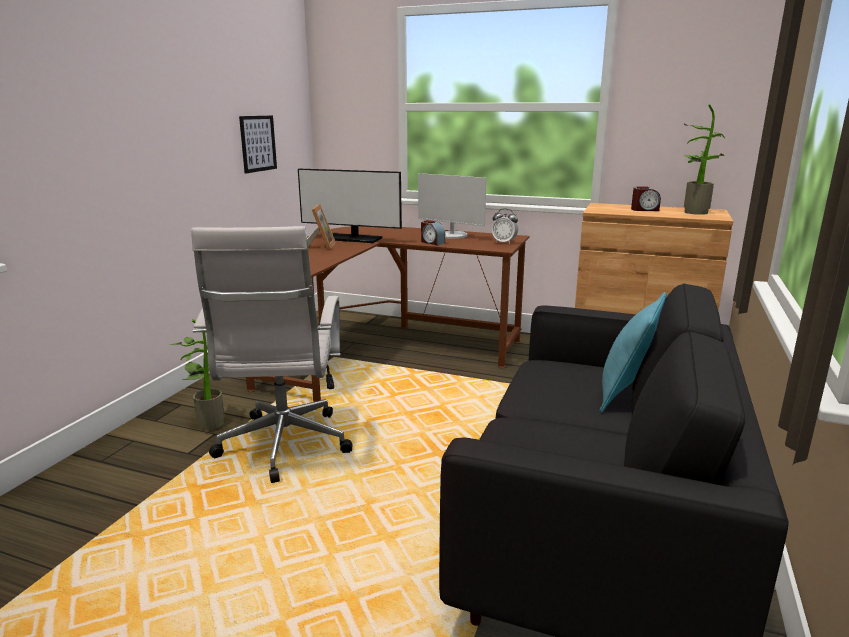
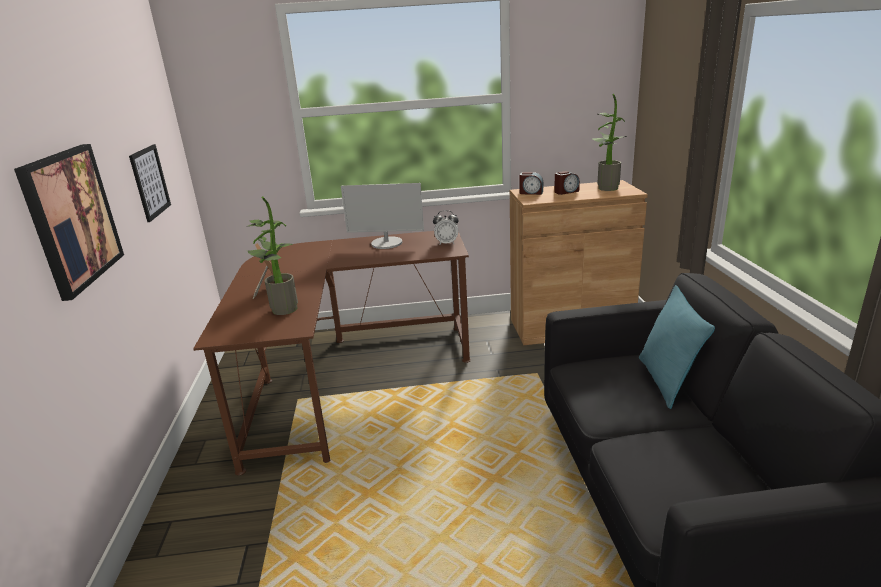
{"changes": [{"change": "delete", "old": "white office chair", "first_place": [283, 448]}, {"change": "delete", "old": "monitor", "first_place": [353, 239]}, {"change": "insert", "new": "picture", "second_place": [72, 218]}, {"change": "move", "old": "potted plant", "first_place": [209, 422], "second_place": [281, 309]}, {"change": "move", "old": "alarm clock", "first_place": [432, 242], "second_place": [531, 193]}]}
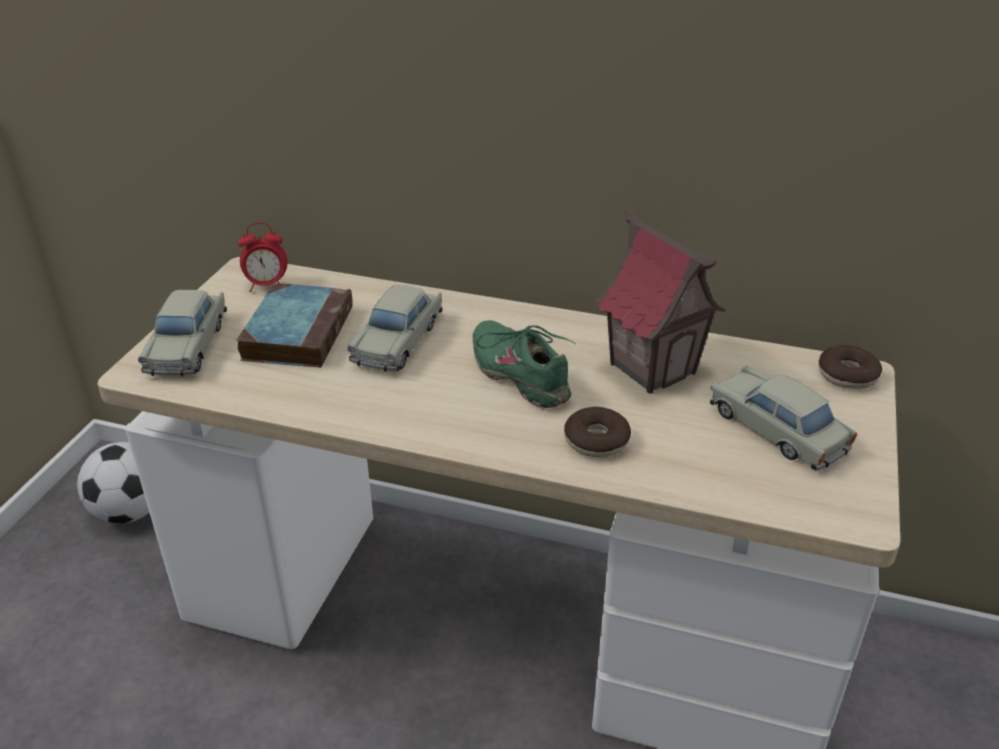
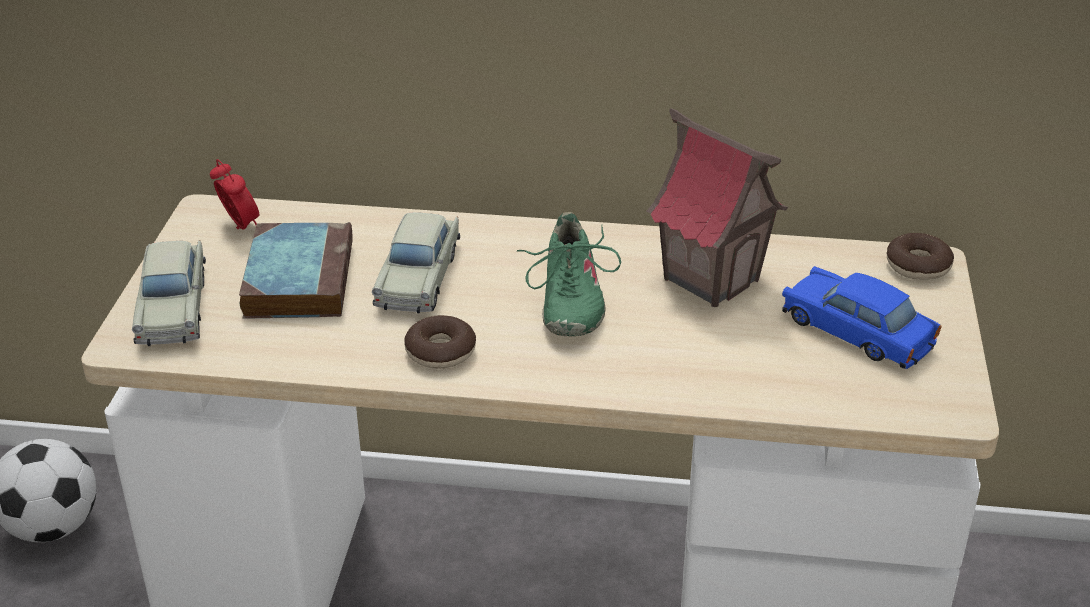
{"changes": [{"change": "move", "old": "donut", "first_place": [596, 441], "second_place": [440, 352]}, {"change": "recolor", "old": "beige toy car", "new": "blue toy car", "first_place": [776, 430], "second_place": [856, 332]}, {"change": "rotate", "old": "alarm clock", "first_place": [267, 286], "second_place": [240, 227], "degrees": -105}, {"change": "rotate", "old": "green shoe", "first_place": [520, 374], "second_place": [568, 301], "degrees": -135}]}
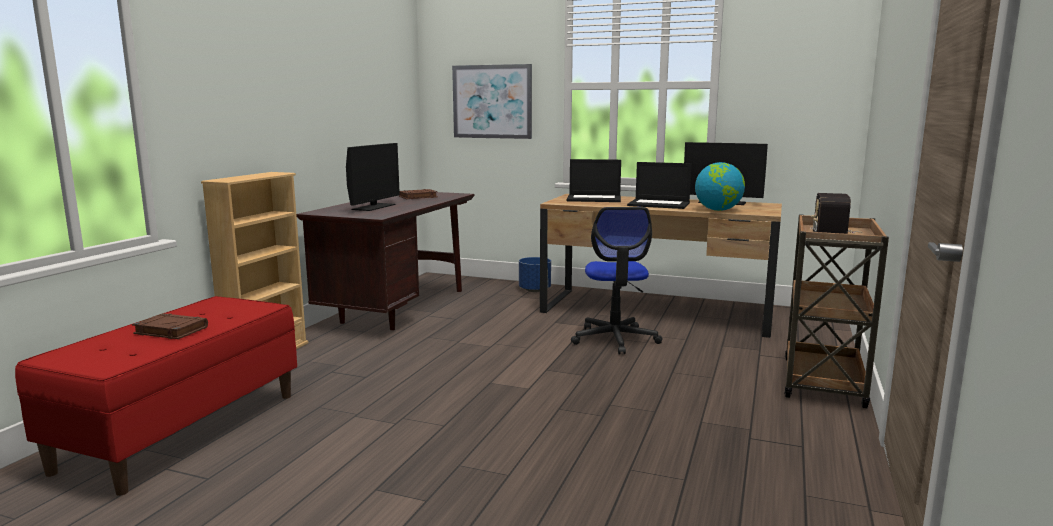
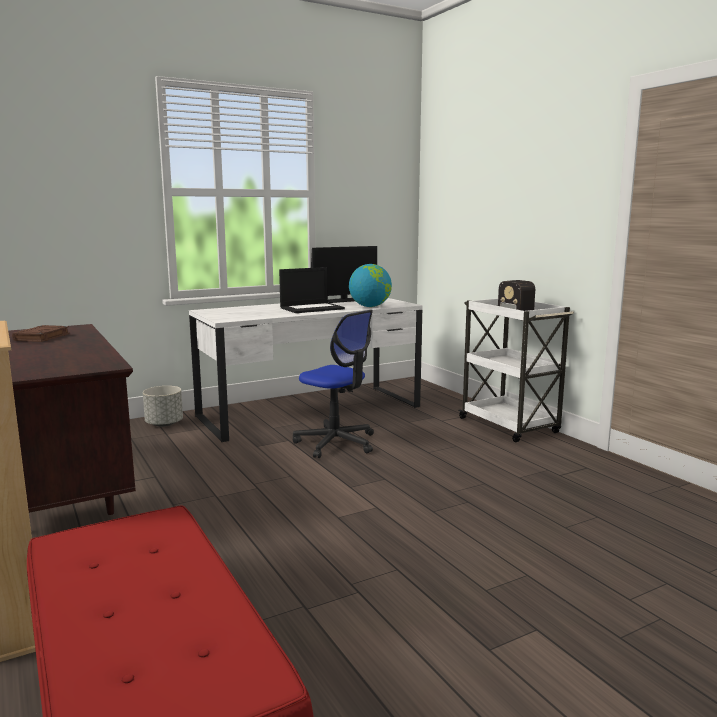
{"changes": [{"change": "delete", "old": "brown book", "first_place": [170, 330]}, {"change": "delete", "old": "monitor", "first_place": [374, 207]}, {"change": "delete", "old": "picture", "first_place": [492, 101]}, {"change": "delete", "old": "laptop", "first_place": [594, 199]}, {"change": "recolor", "old": "blue planter", "new": "grey planter", "first_place": [535, 290], "second_place": [164, 424]}, {"change": "recolor", "old": "brown desk", "new": "white desk", "first_place": [656, 312], "second_place": [310, 411]}, {"change": "recolor", "old": "brown cart", "new": "white cart", "first_place": [823, 383], "second_place": [509, 426]}]}
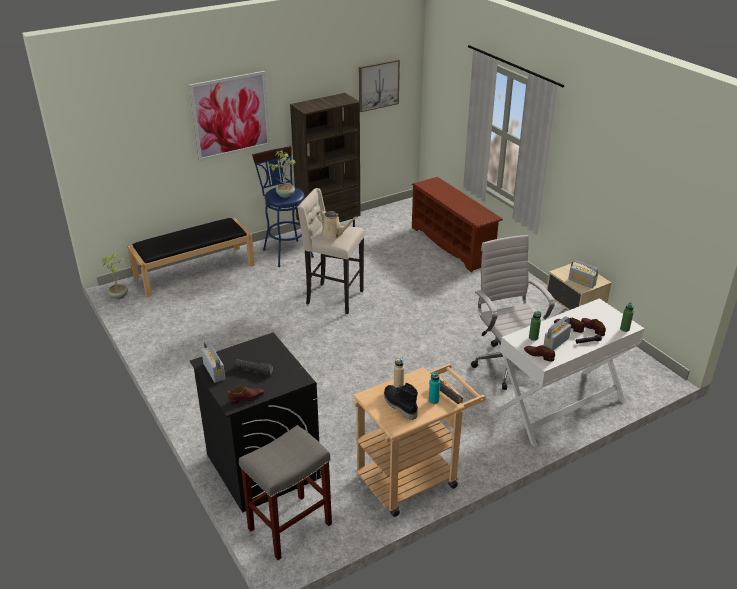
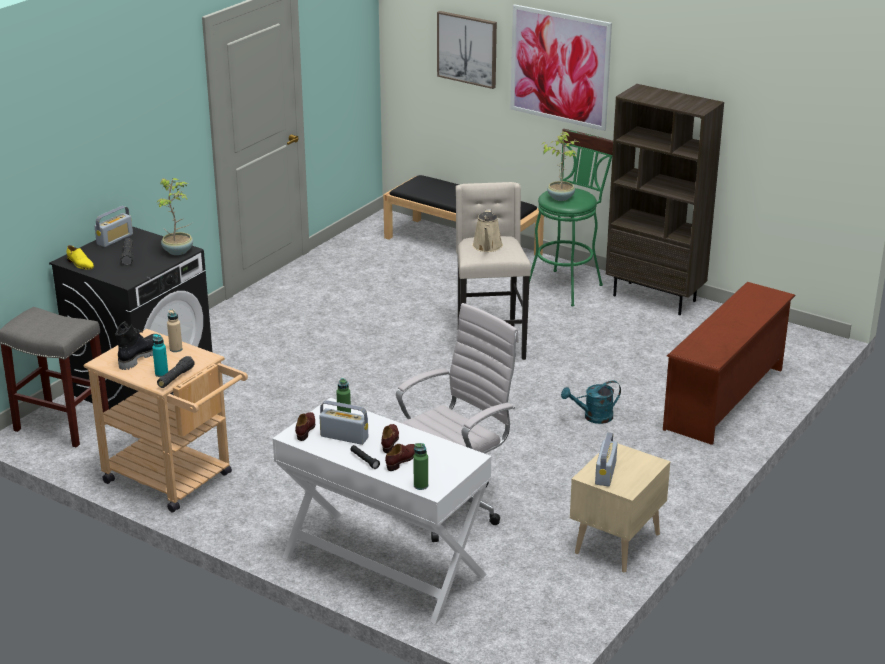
{"changes": [{"change": "insert", "new": "turquoise watering can", "second_place": [593, 417]}, {"change": "move", "old": "potted plant", "first_place": [119, 296], "second_place": [179, 251]}, {"change": "move", "old": "picture", "first_place": [378, 85], "second_place": [467, 49]}, {"change": "recolor", "old": "brown shoe", "new": "yellow shoe", "first_place": [247, 398], "second_place": [80, 264]}, {"change": "recolor", "old": "blue stool", "new": "green stool", "first_place": [286, 251], "second_place": [567, 285]}]}
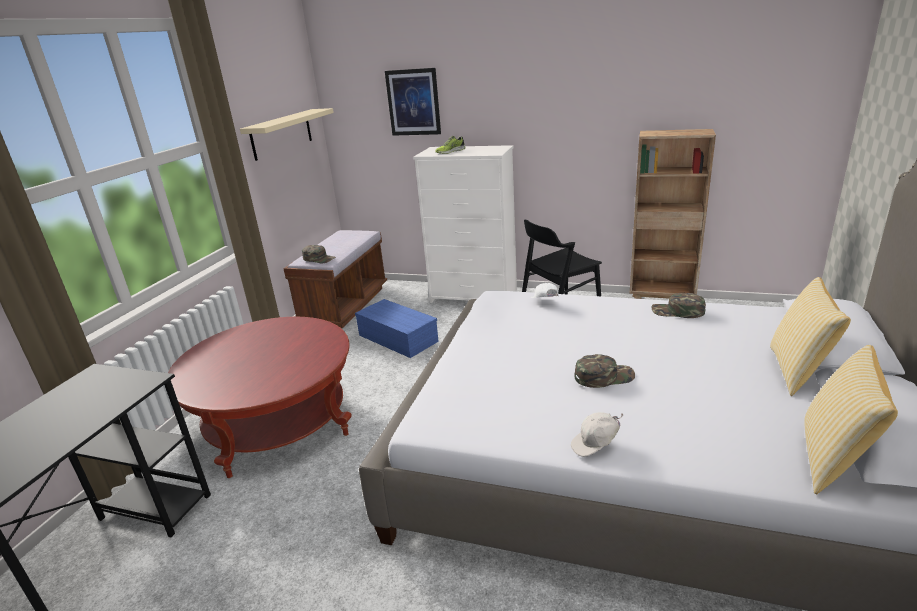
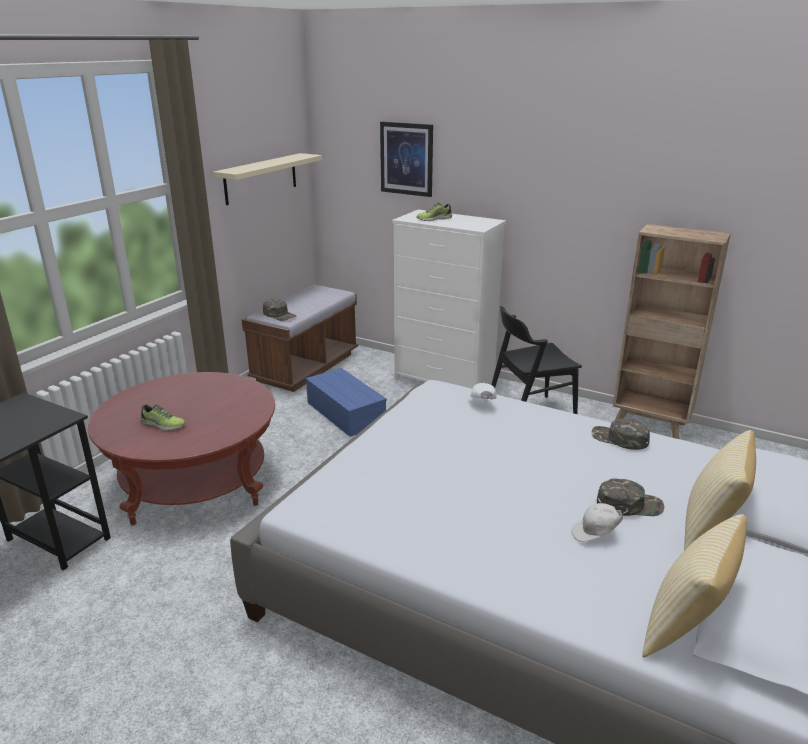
{"changes": [{"change": "insert", "new": "shoe", "second_place": [162, 425]}, {"change": "move", "old": "white cap", "first_place": [596, 445], "second_place": [596, 534]}, {"change": "move", "old": "green cap", "first_place": [603, 376], "second_place": [629, 504]}]}
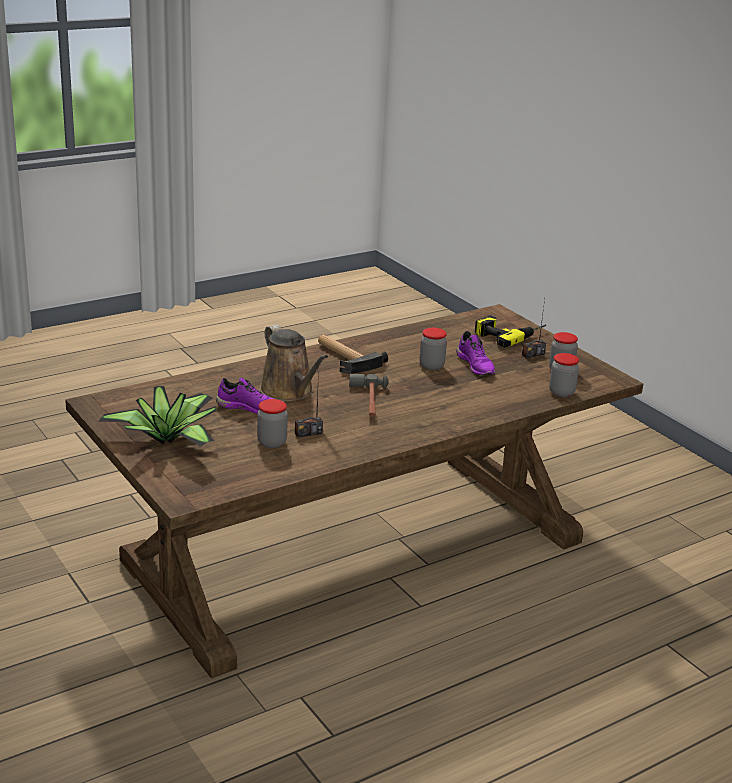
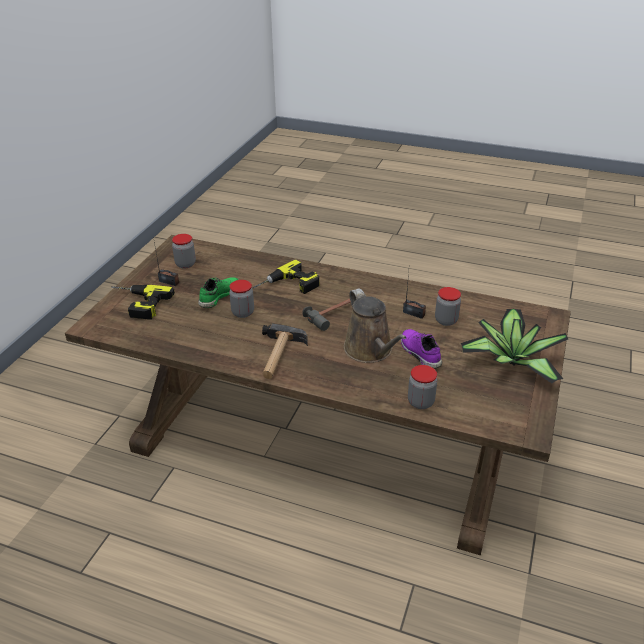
{"changes": [{"change": "insert", "new": "power drill", "second_place": [287, 286]}, {"change": "move", "old": "jar", "first_place": [561, 392], "second_place": [420, 402]}, {"change": "recolor", "old": "purple shoe", "new": "green shoe", "first_place": [476, 365], "second_place": [218, 296]}, {"change": "rotate", "old": "brown watering can", "first_place": [289, 391], "second_place": [370, 350], "degrees": 135}]}
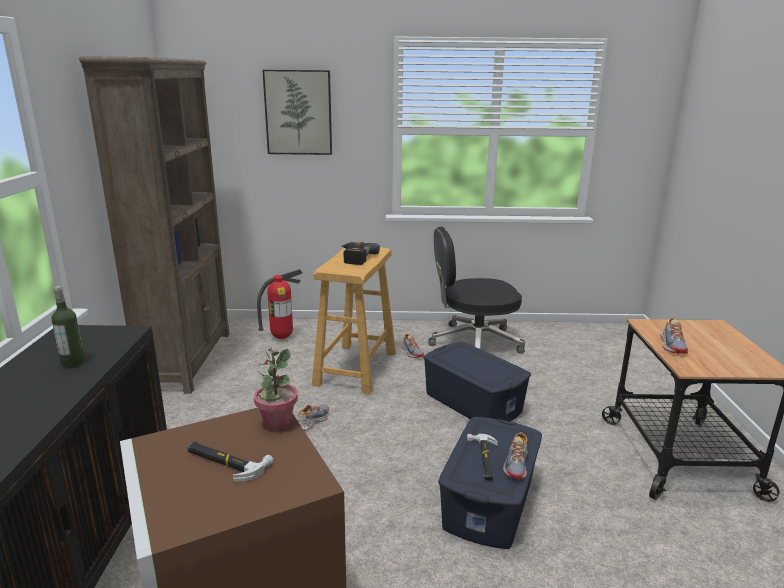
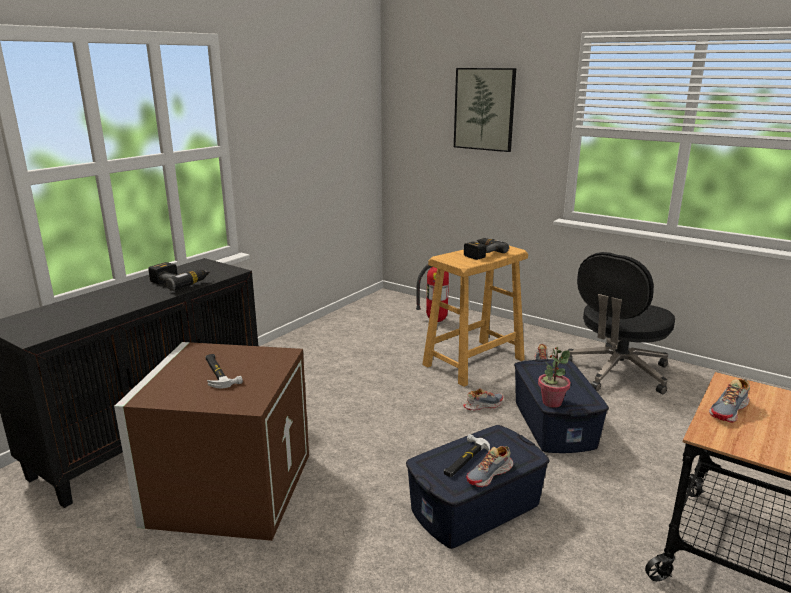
{"changes": [{"change": "delete", "old": "brown bookcase", "first_place": [188, 360]}, {"change": "move", "old": "potted plant", "first_place": [277, 423], "second_place": [551, 402]}, {"change": "move", "old": "shoe", "first_place": [312, 421], "second_place": [483, 405]}, {"change": "replace", "old": "bottle", "new": "power drill", "first_place": [73, 363], "second_place": [180, 282]}, {"change": "rotate", "old": "black office chair", "first_place": [473, 343], "second_place": [617, 372], "degrees": -75}]}
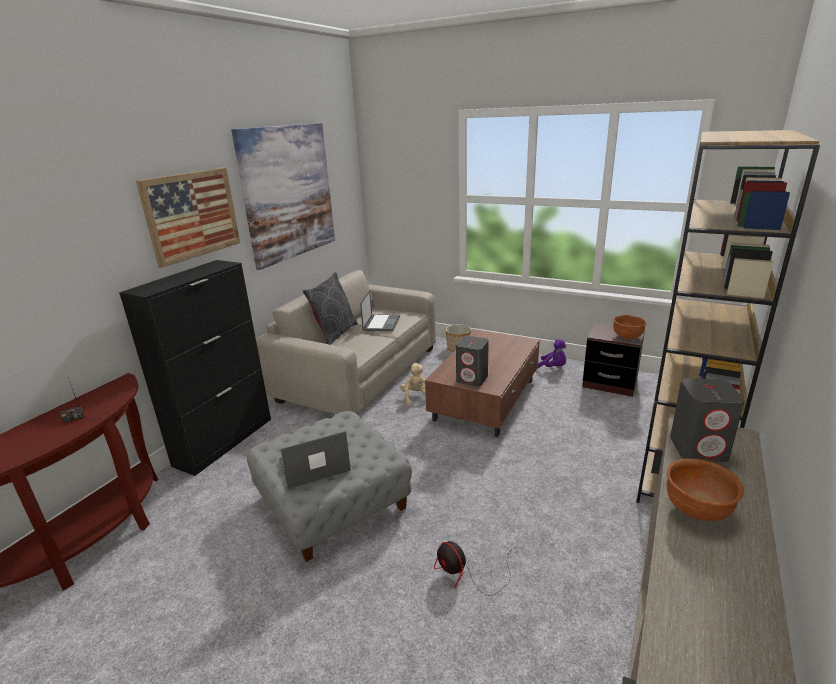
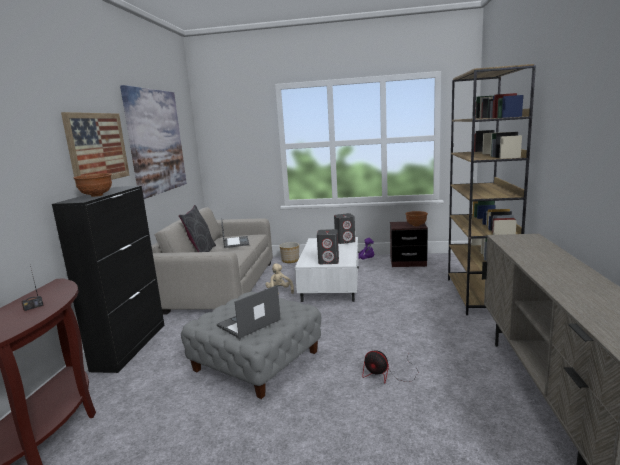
{"changes": [{"change": "move", "old": "brown bowl", "first_place": [696, 511], "second_place": [96, 196]}, {"change": "move", "old": "grey speaker", "first_place": [699, 448], "second_place": [345, 241]}, {"change": "recolor", "old": "brown coffee table", "new": "white coffee table", "first_place": [486, 399], "second_place": [331, 283]}]}
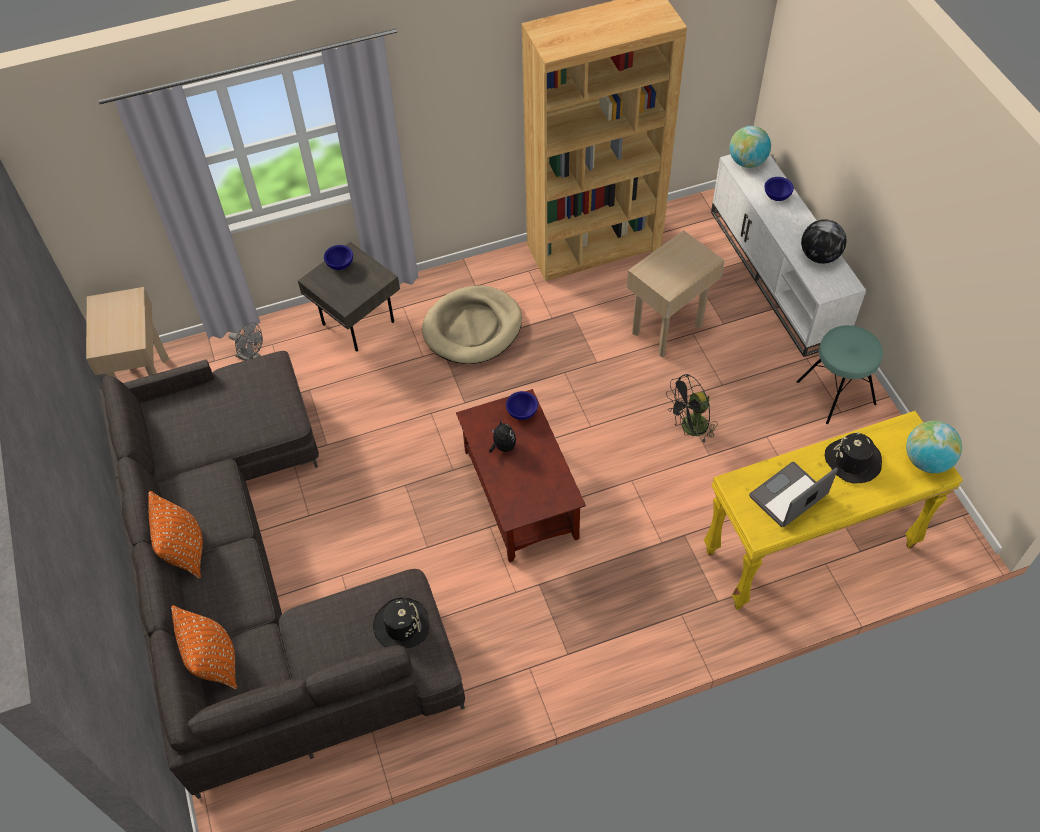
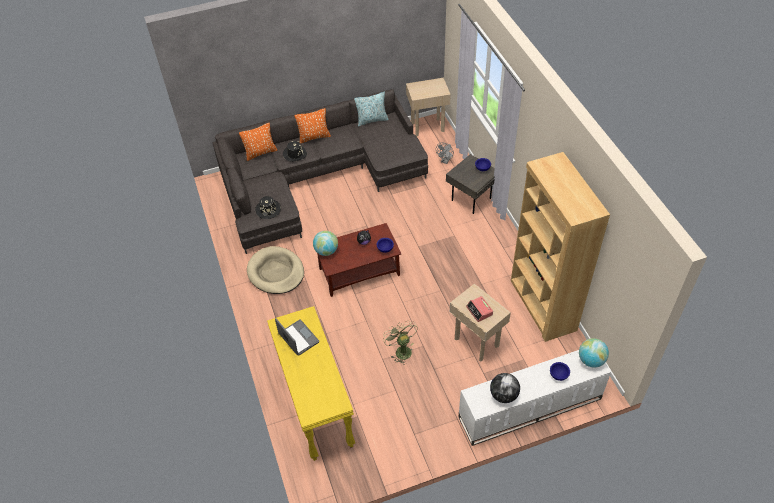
{"changes": [{"change": "delete", "old": "turquoise stool", "first_place": [835, 393]}, {"change": "insert", "new": "pillow", "second_place": [372, 120]}, {"change": "insert", "new": "alarm clock", "second_place": [479, 311]}, {"change": "move", "old": "beige dog bed", "first_place": [473, 328], "second_place": [276, 272]}, {"change": "move", "old": "black hat", "first_place": [852, 461], "second_place": [294, 154]}, {"change": "move", "old": "globe", "first_place": [927, 461], "second_place": [326, 251]}, {"change": "recolor", "old": "black fan", "new": "green fan", "first_place": [689, 428], "second_place": [401, 350]}]}
